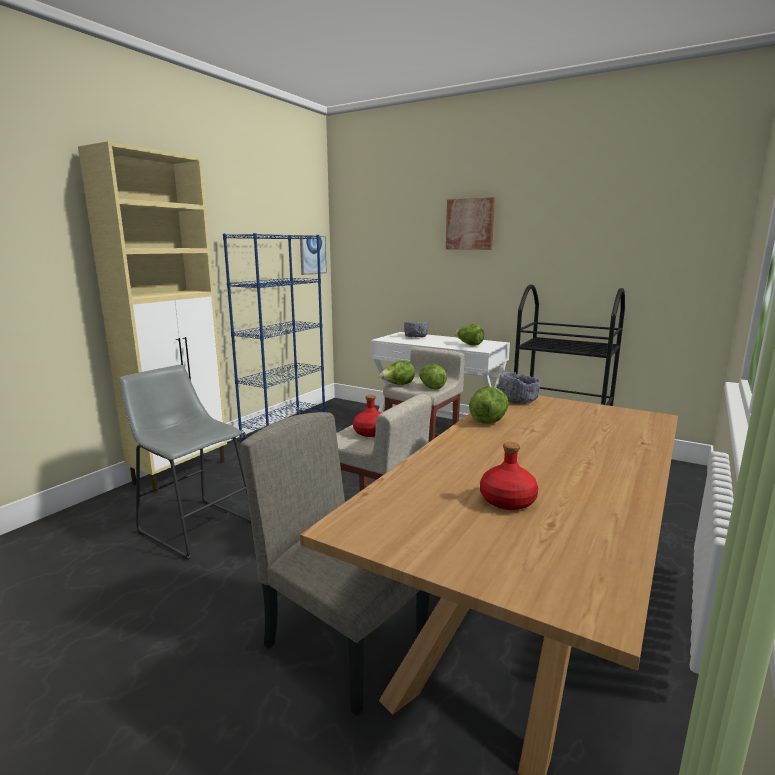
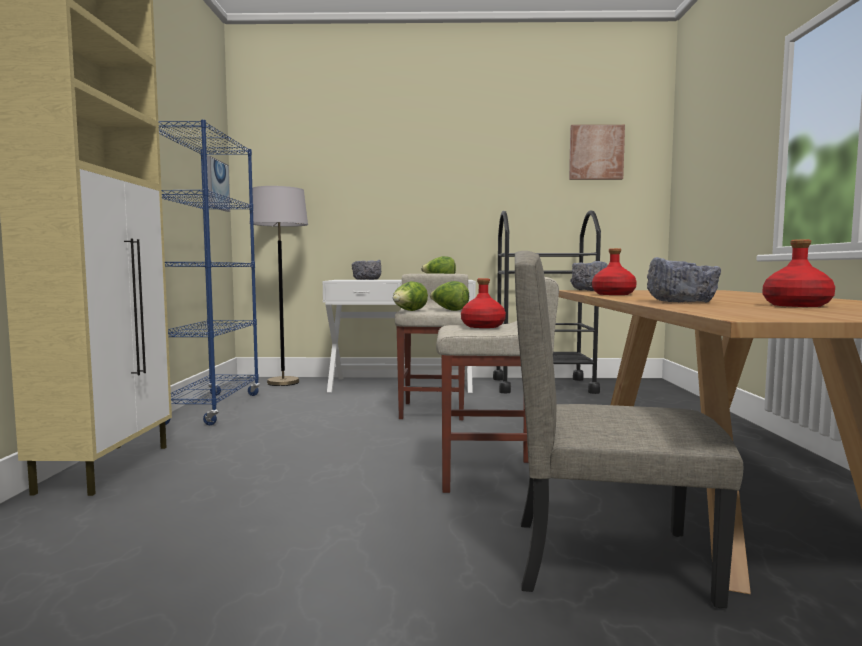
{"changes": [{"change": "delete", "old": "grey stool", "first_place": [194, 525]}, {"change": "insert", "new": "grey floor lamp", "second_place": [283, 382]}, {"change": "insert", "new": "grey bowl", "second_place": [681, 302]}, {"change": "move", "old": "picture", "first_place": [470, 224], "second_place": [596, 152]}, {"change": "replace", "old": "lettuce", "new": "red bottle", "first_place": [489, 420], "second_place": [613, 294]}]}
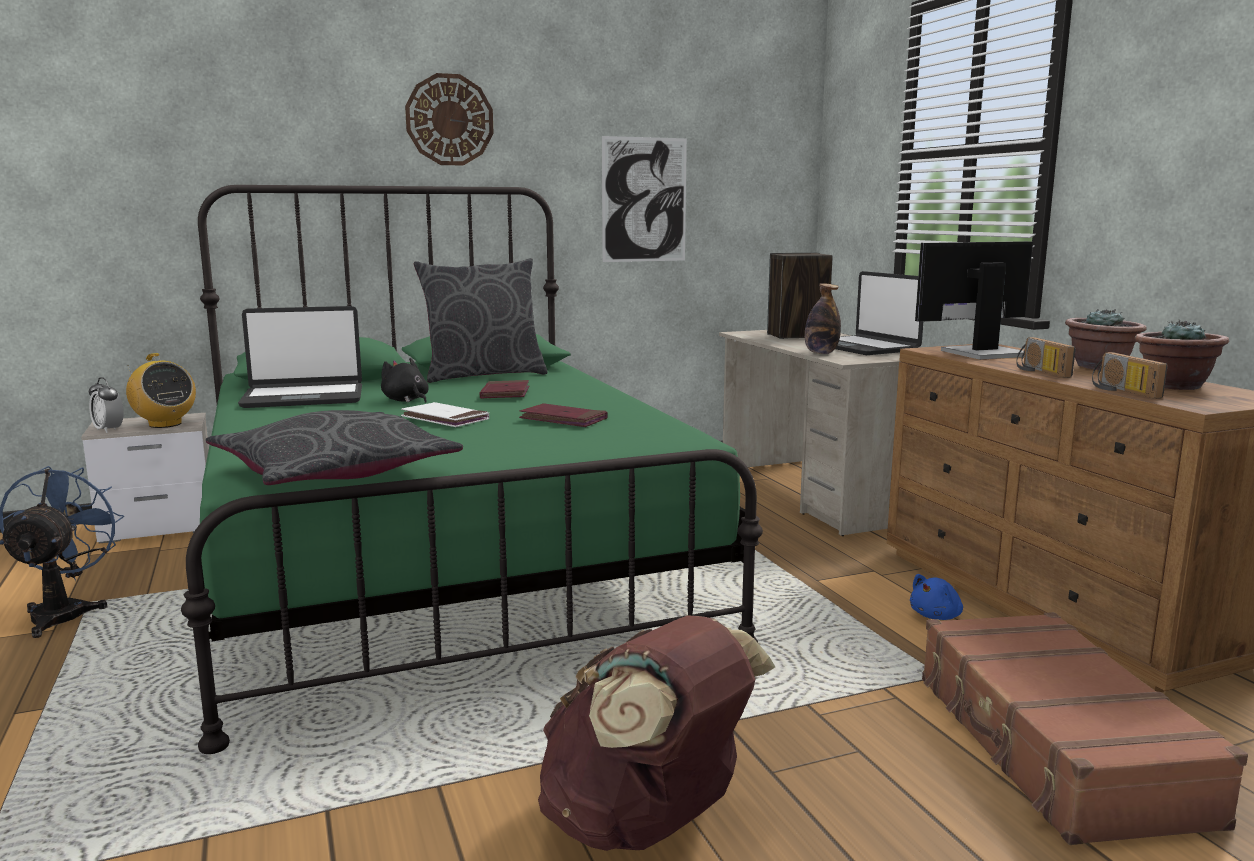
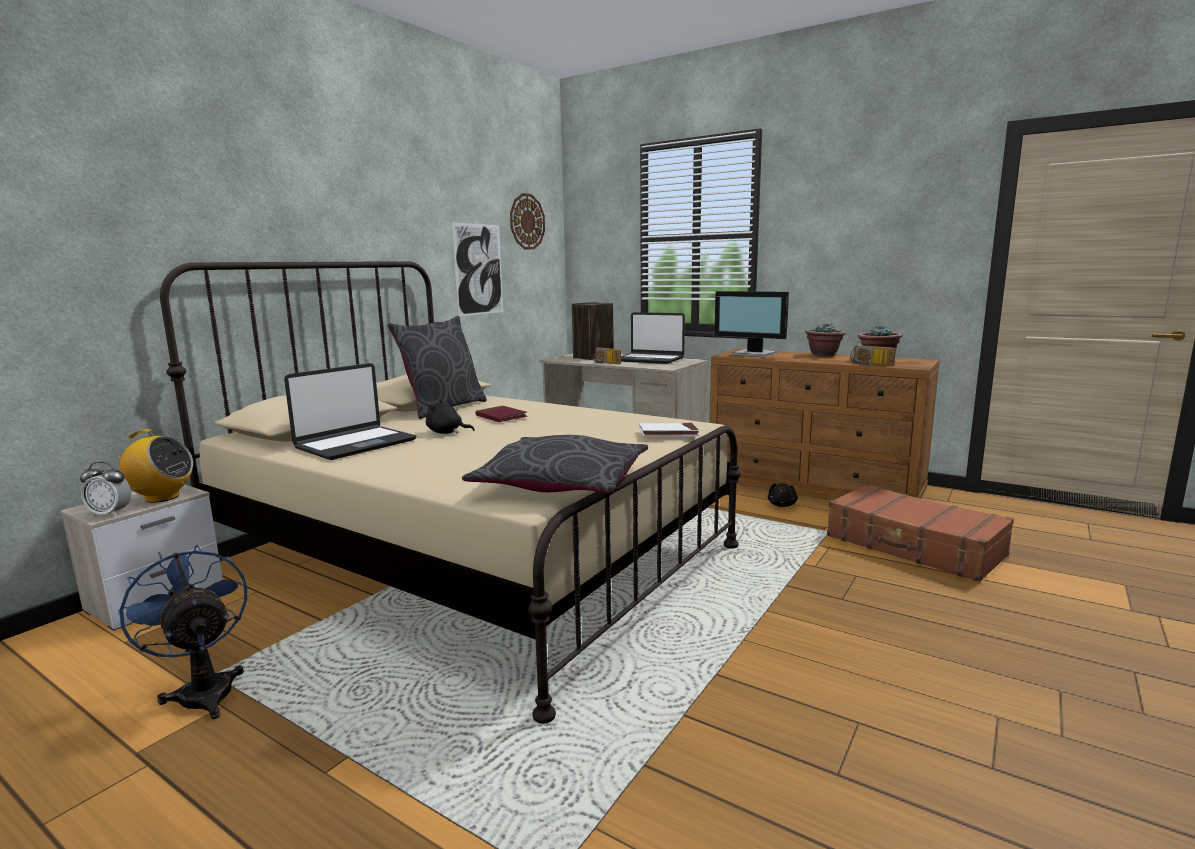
{"changes": [{"change": "delete", "old": "red book", "first_place": [563, 420]}, {"change": "delete", "old": "brown backpack", "first_place": [647, 823]}, {"change": "delete", "old": "bottle", "first_place": [821, 353]}, {"change": "move", "old": "white book", "first_place": [445, 419], "second_place": [668, 433]}, {"change": "move", "old": "wall clock", "first_place": [449, 120], "second_place": [527, 221]}, {"change": "move", "old": "radio", "first_place": [1039, 371], "second_place": [605, 363]}, {"change": "recolor", "old": "green bed", "new": "beige bed", "first_place": [442, 566], "second_place": [475, 557]}, {"change": "recolor", "old": "blue plush toy", "new": "black plush toy", "first_place": [937, 616], "second_place": [782, 505]}, {"change": "rotate", "old": "monitor", "first_place": [981, 353], "second_place": [754, 354], "degrees": -90}]}
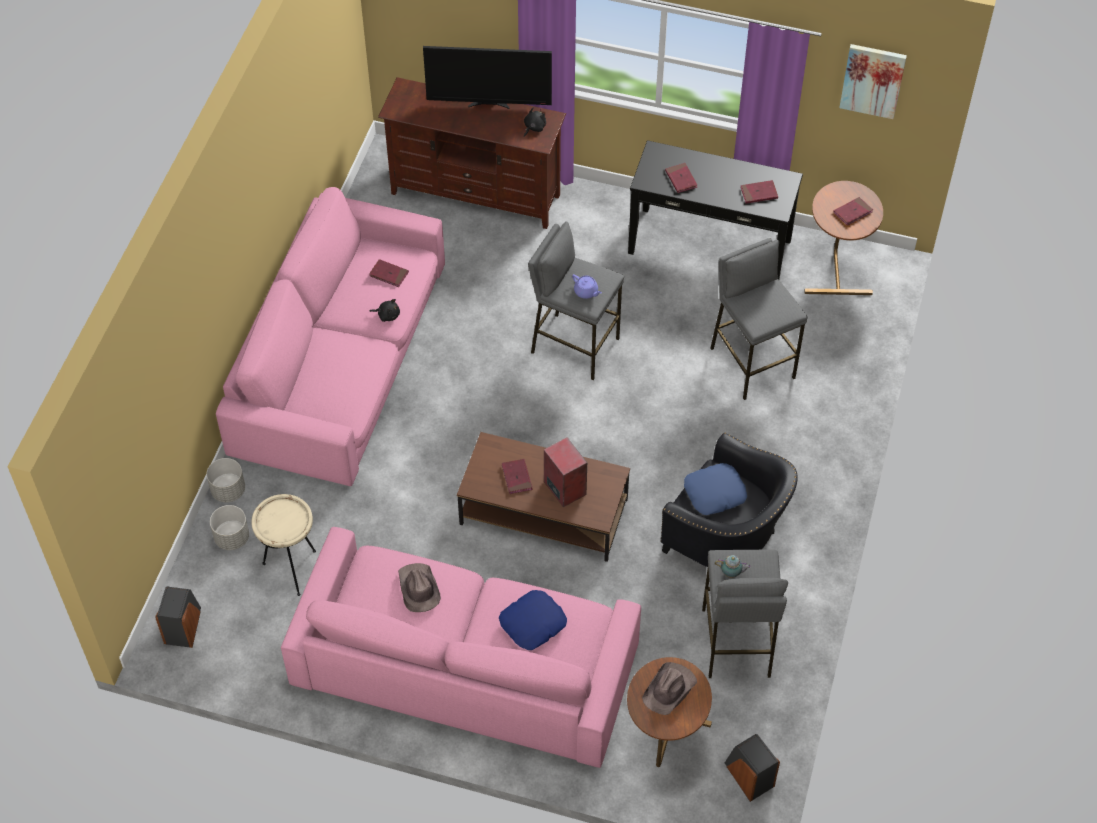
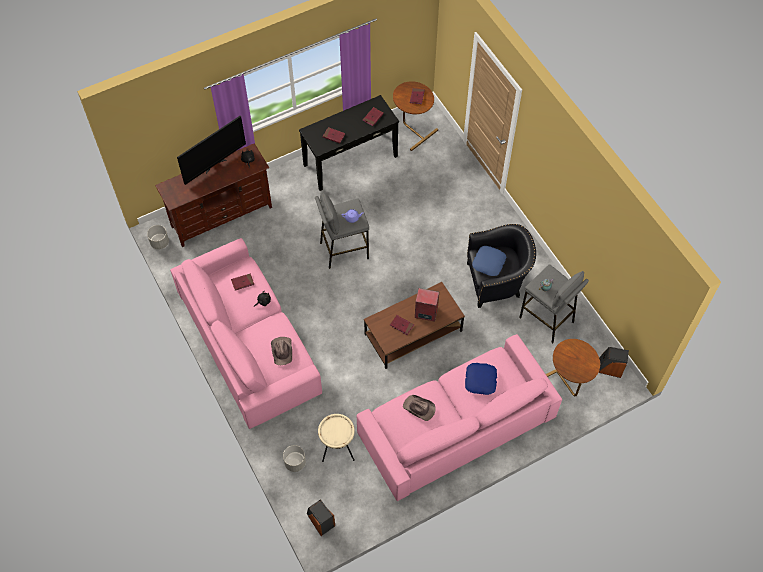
{"changes": [{"change": "delete", "old": "grey stool", "first_place": [752, 363]}, {"change": "delete", "old": "picture", "first_place": [872, 80]}, {"change": "move", "old": "grey planter", "first_place": [228, 490], "second_place": [159, 242]}, {"change": "move", "old": "brown hat", "first_place": [670, 689], "second_place": [282, 351]}]}
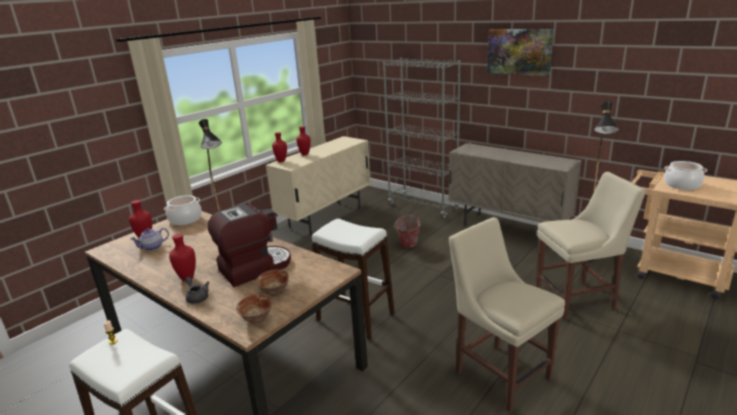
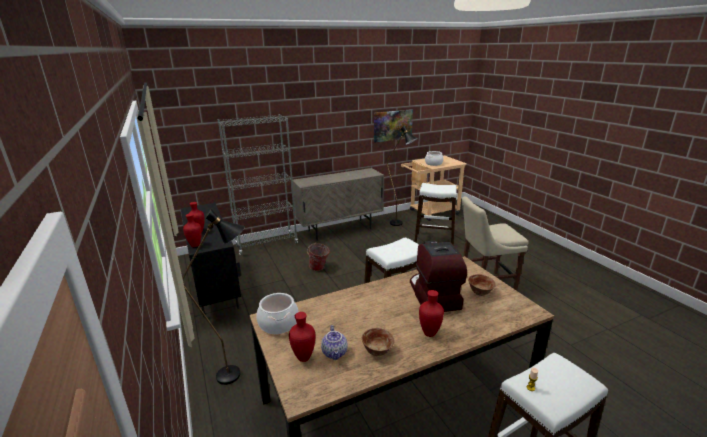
{"changes": [{"change": "delete", "old": "grey teapot", "first_place": [197, 297]}, {"change": "move", "old": "bowl", "first_place": [257, 319], "second_place": [377, 351]}, {"change": "move", "old": "picture", "first_place": [519, 51], "second_place": [392, 125]}, {"change": "replace", "old": "beige chair", "new": "white stool", "first_place": [578, 299], "second_place": [434, 240]}, {"change": "recolor", "old": "beige cabinet", "new": "black cabinet", "first_place": [326, 218], "second_place": [215, 291]}]}
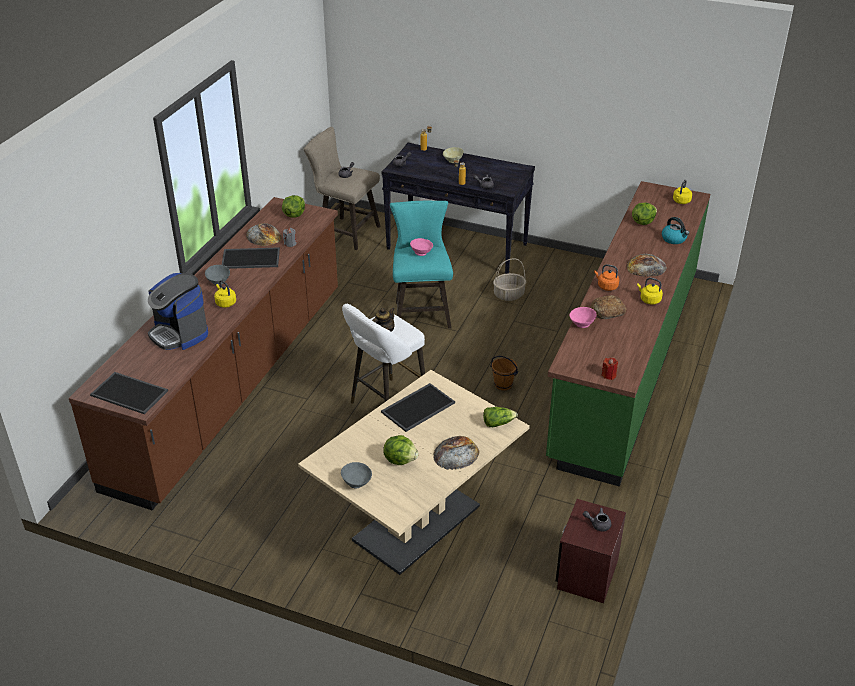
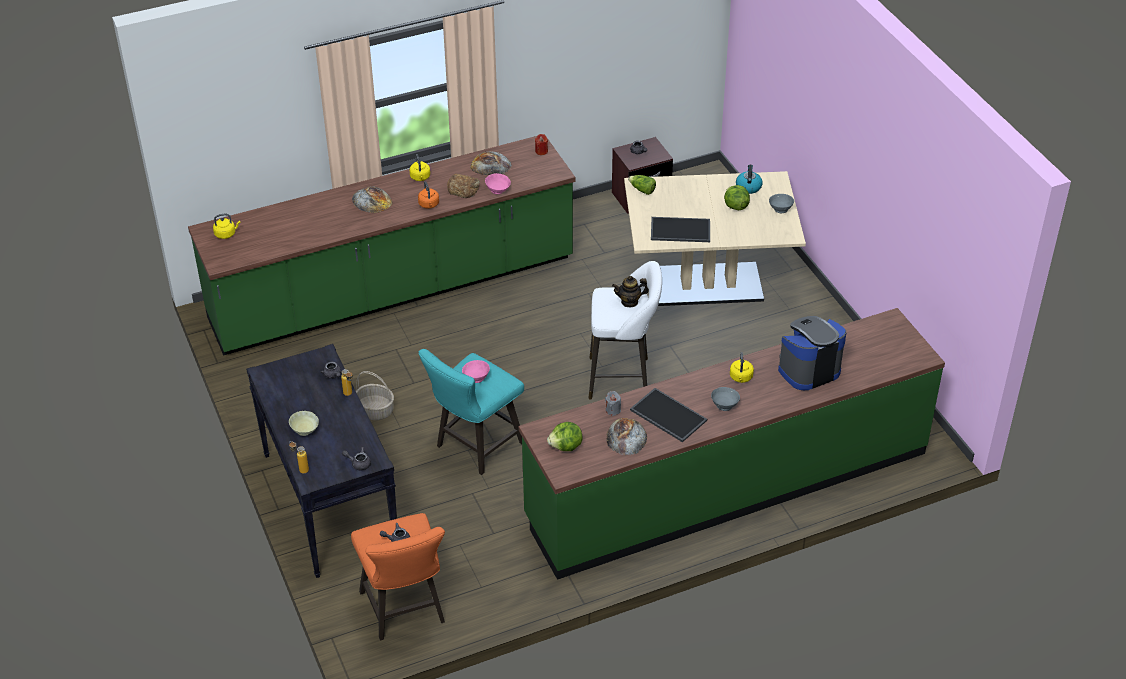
{"changes": [{"change": "delete", "old": "tray", "first_place": [130, 393]}, {"change": "delete", "old": "brown bucket", "first_place": [503, 385]}, {"change": "delete", "old": "lettuce", "first_place": [642, 222]}, {"change": "move", "old": "bread", "first_place": [456, 453], "second_place": [490, 165]}, {"change": "move", "old": "kettle", "first_place": [674, 239], "second_place": [748, 187]}, {"change": "recolor", "old": "brown counter", "new": "green counter", "first_place": [232, 384], "second_place": [727, 485]}, {"change": "recolor", "old": "beige stool", "new": "orange stool", "first_place": [345, 232], "second_place": [405, 611]}, {"change": "rotate", "old": "coffee machine", "first_place": [179, 333], "second_place": [808, 370], "degrees": -120}]}
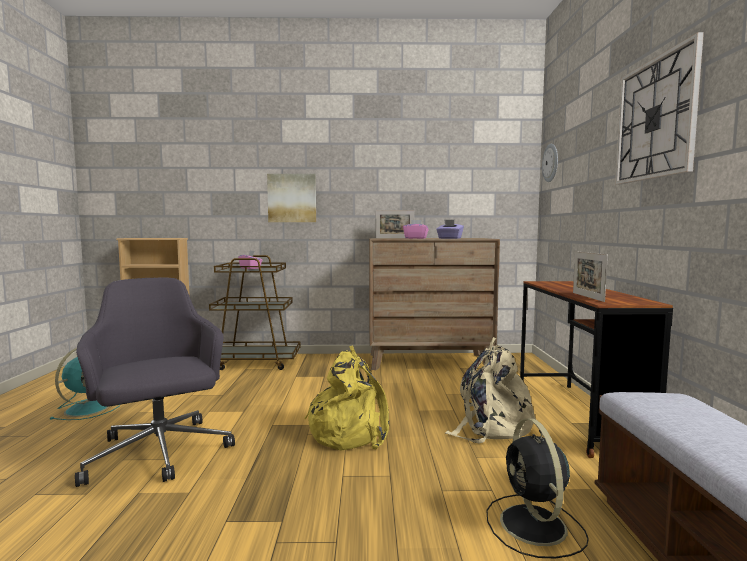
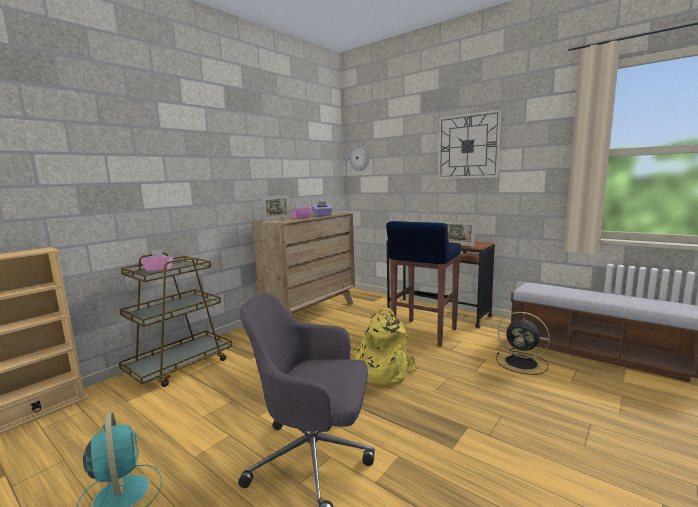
{"changes": [{"change": "delete", "old": "picture", "first_place": [292, 198]}, {"change": "replace", "old": "beige backpack", "new": "blue stool", "first_place": [491, 426], "second_place": [423, 333]}]}
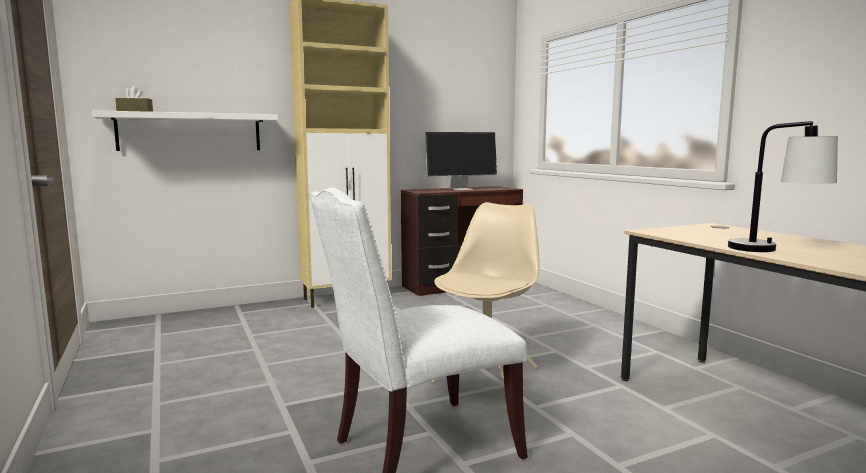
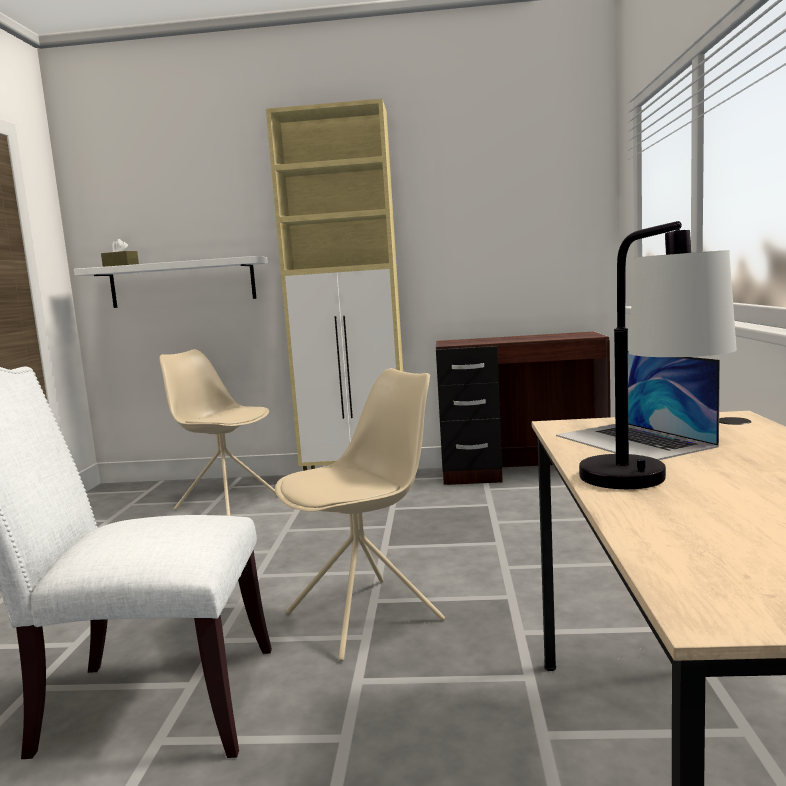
{"changes": [{"change": "delete", "old": "monitor", "first_place": [461, 189]}, {"change": "insert", "new": "beige chair", "second_place": [226, 502]}, {"change": "insert", "new": "laptop", "second_place": [633, 441]}]}
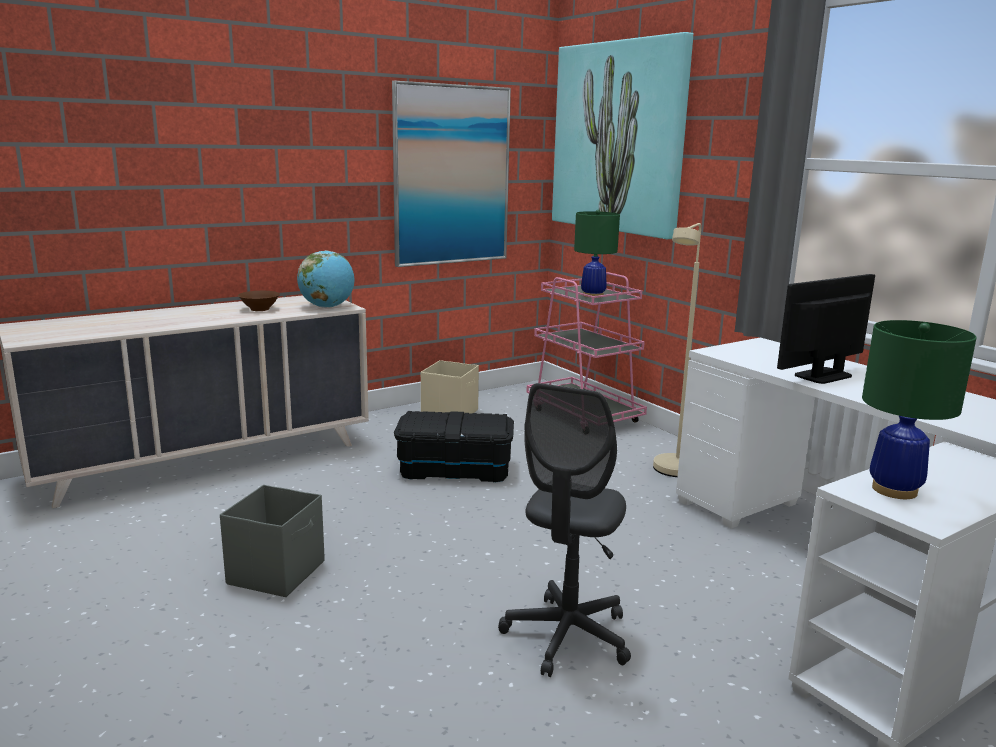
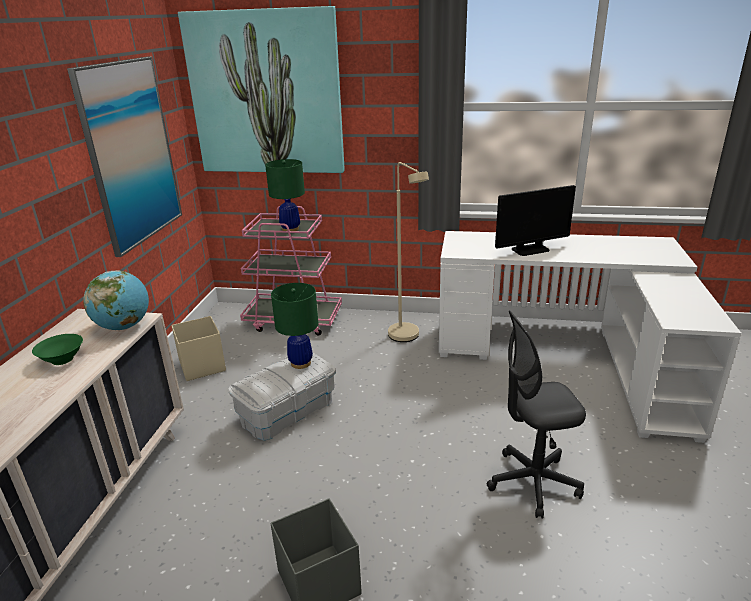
{"changes": [{"change": "move", "old": "green table lamp", "first_place": [894, 490], "second_place": [300, 363]}, {"change": "recolor", "old": "brown bowl", "new": "green bowl", "first_place": [259, 309], "second_place": [62, 360]}, {"change": "recolor", "old": "black storage box", "new": "white storage box", "first_place": [454, 470], "second_place": [287, 411]}, {"change": "rotate", "old": "grey office chair", "first_place": [567, 636], "second_place": [533, 483], "degrees": 105}, {"change": "rotate", "old": "monitor", "first_place": [823, 376], "second_place": [530, 250], "degrees": -120}]}
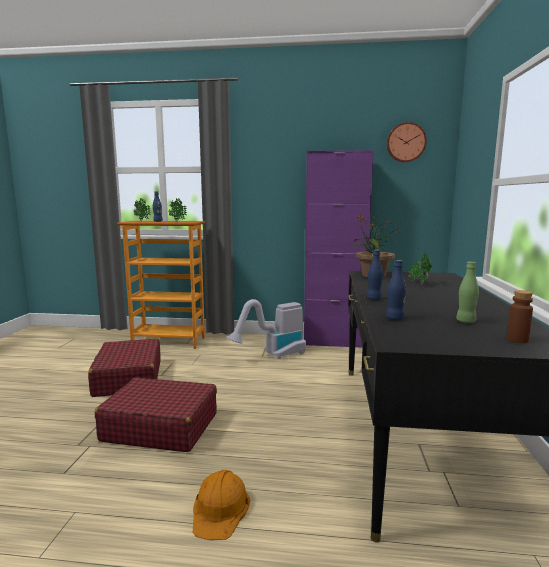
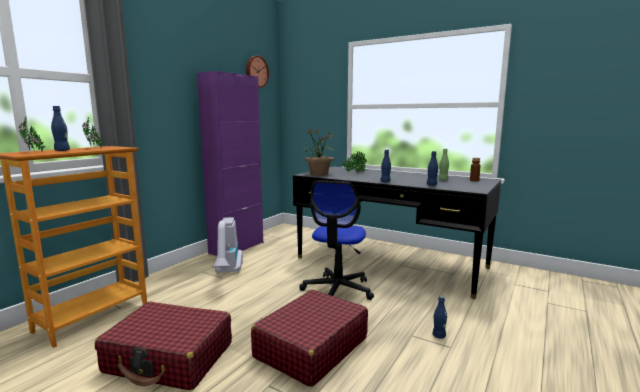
{"changes": [{"change": "insert", "new": "office chair", "second_place": [337, 290]}, {"change": "replace", "old": "orange hard hat", "new": "blue bottle", "first_place": [220, 509], "second_place": [439, 336]}]}
